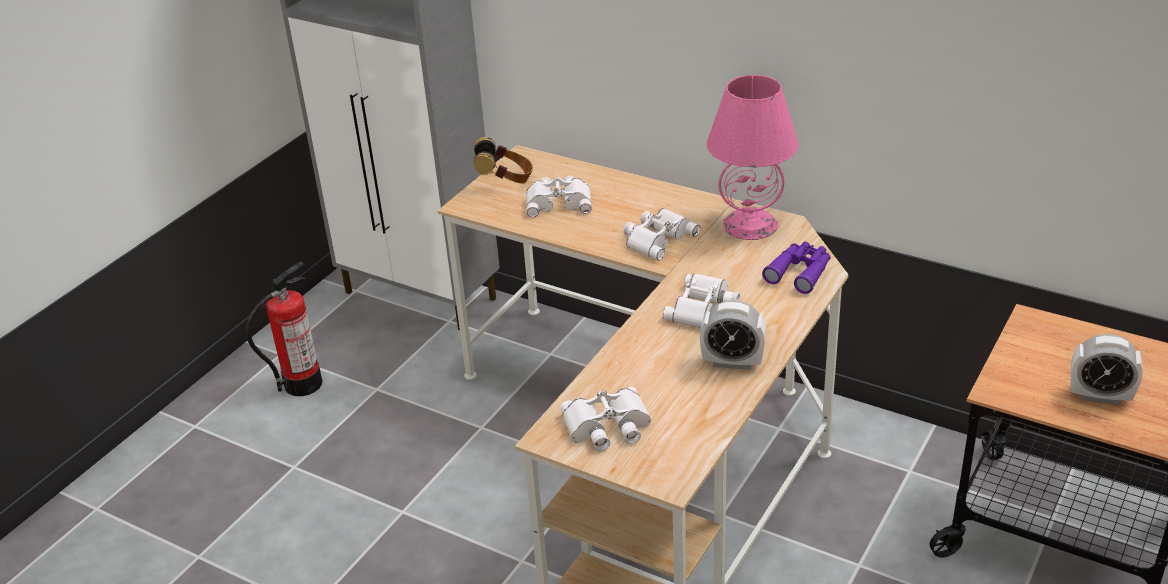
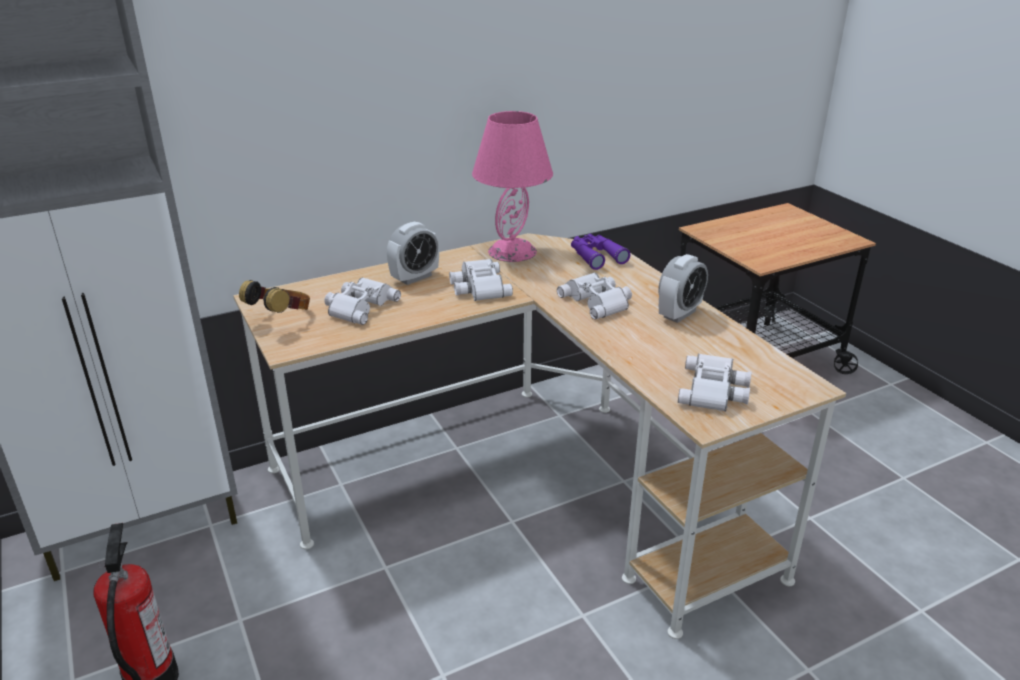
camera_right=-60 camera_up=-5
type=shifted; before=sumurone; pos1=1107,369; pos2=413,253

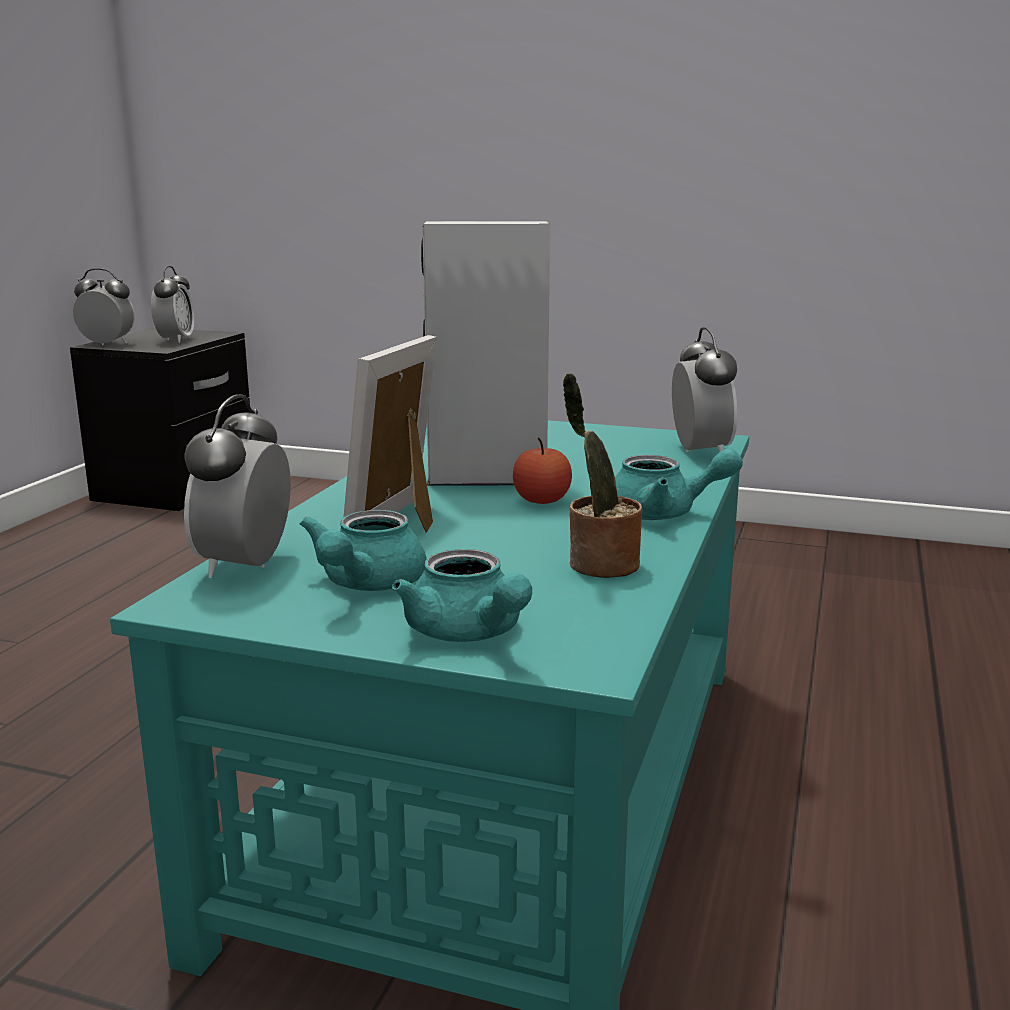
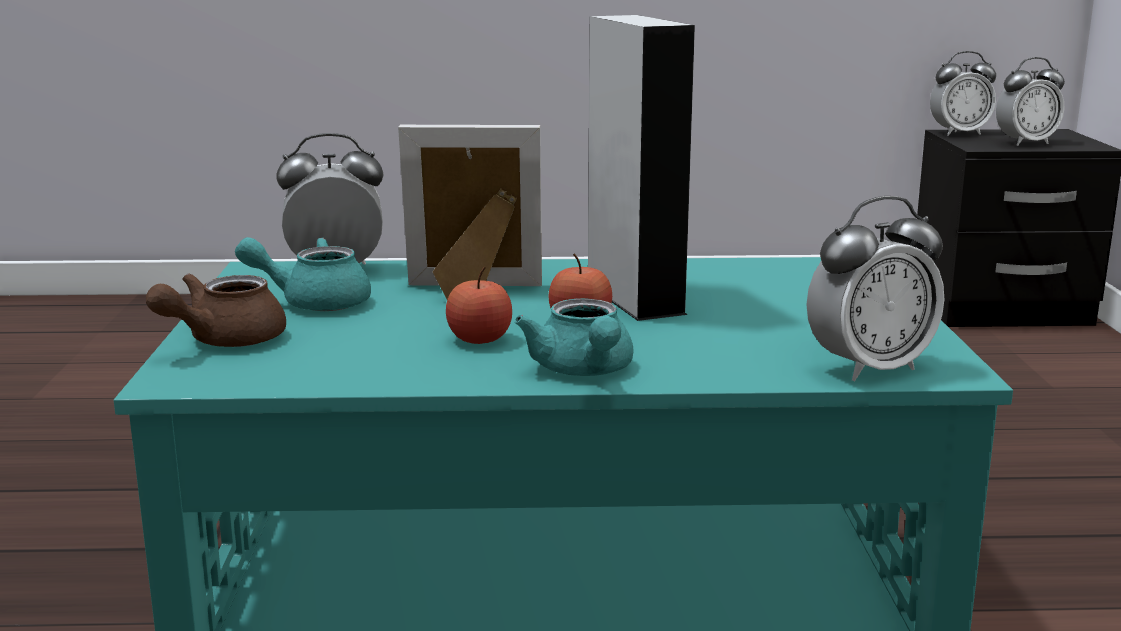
camera_right=70 camera_up=0
type=gone; before=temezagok; pos1=602,475
type=new; after=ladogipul; pos2=479,305
type=repainted; before=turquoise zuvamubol; after=brown zuvamubol; pos1=462,595; pos2=216,310
type=rotated; before=sumurone; pos1=104,307; pos2=963,93; turn=90

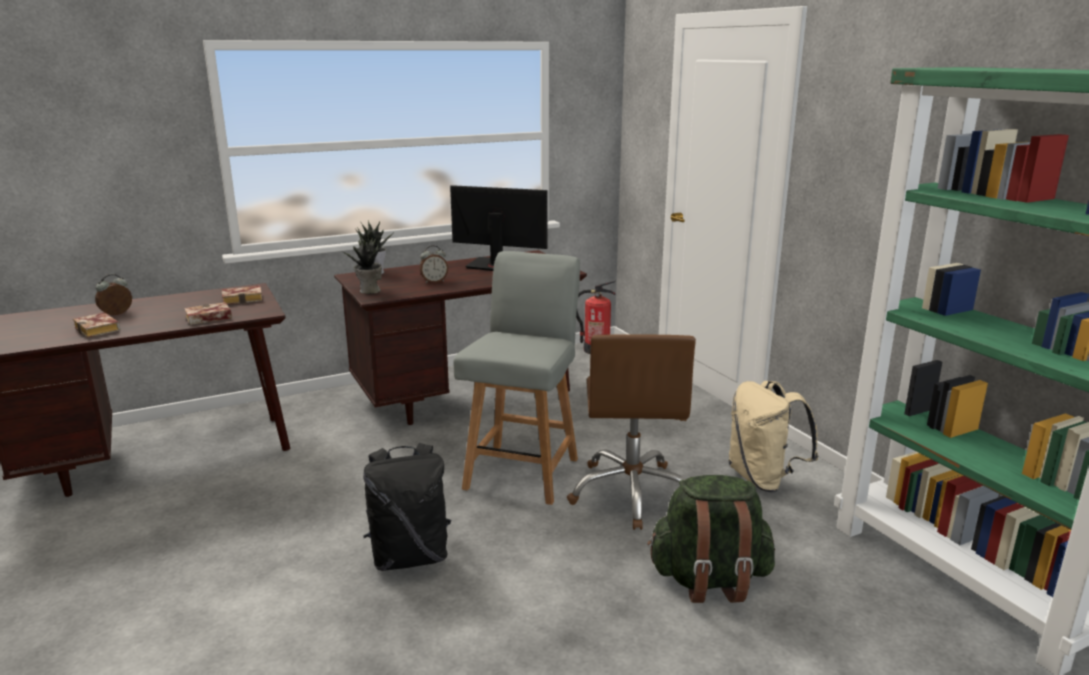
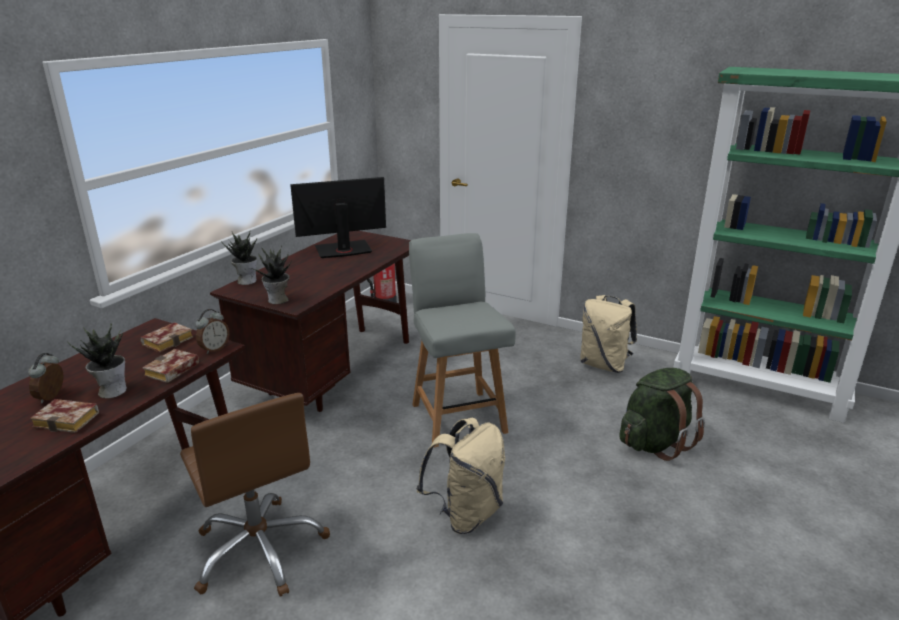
camera_right=-35 camera_up=5
type=new; after=temezagok; pos2=97,361
type=shifted; before=sumurone; pos1=433,264; pos2=212,331
type=shifted; before=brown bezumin; pos1=631,432; pos2=255,495
type=repainted; before=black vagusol; after=beige vagusol; pos1=407,507; pos2=460,475

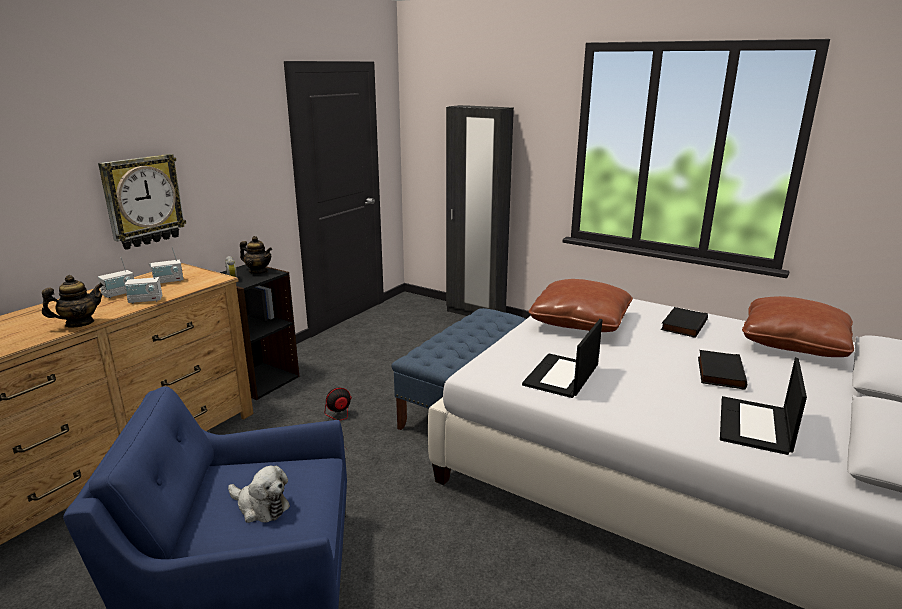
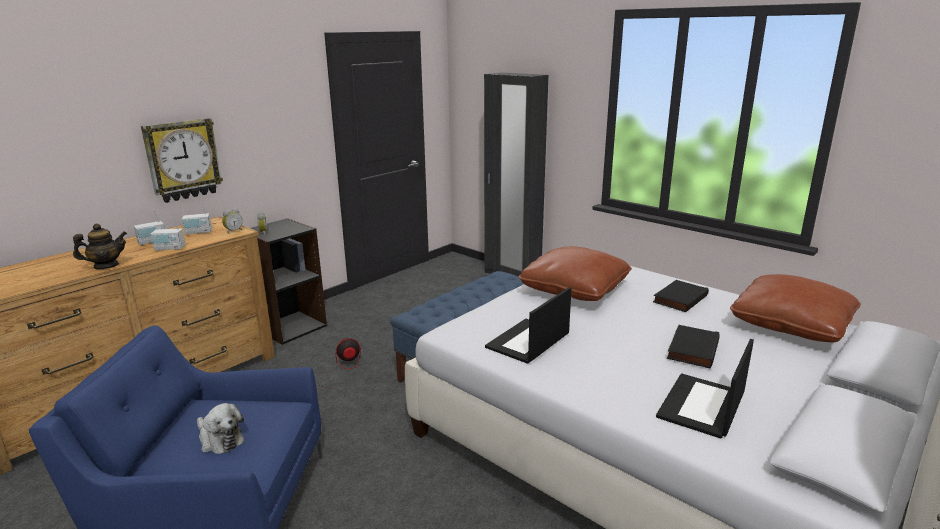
camera_right=10 camera_up=0
type=gone; before=zuvamubol; pos1=256,255
type=new; after=sumurone; pos2=232,221

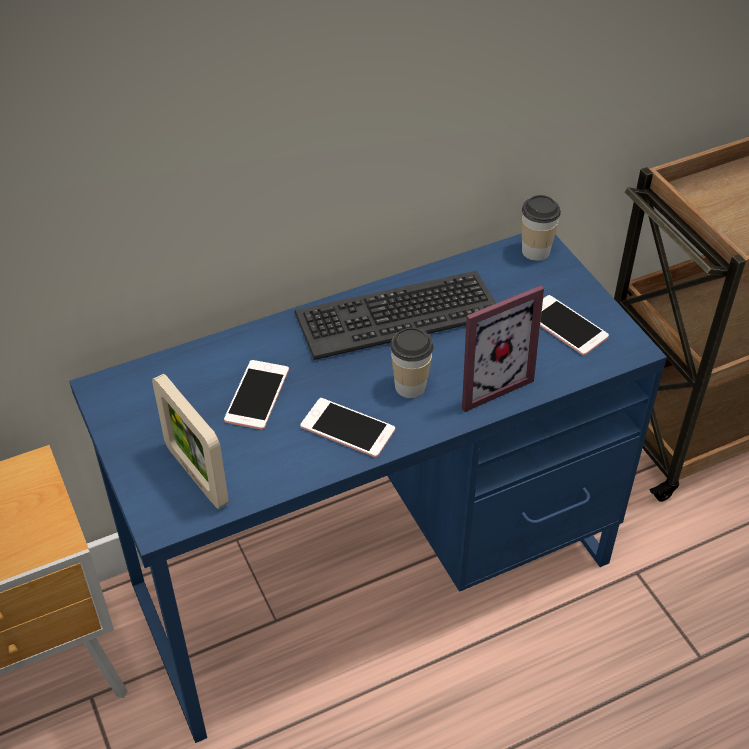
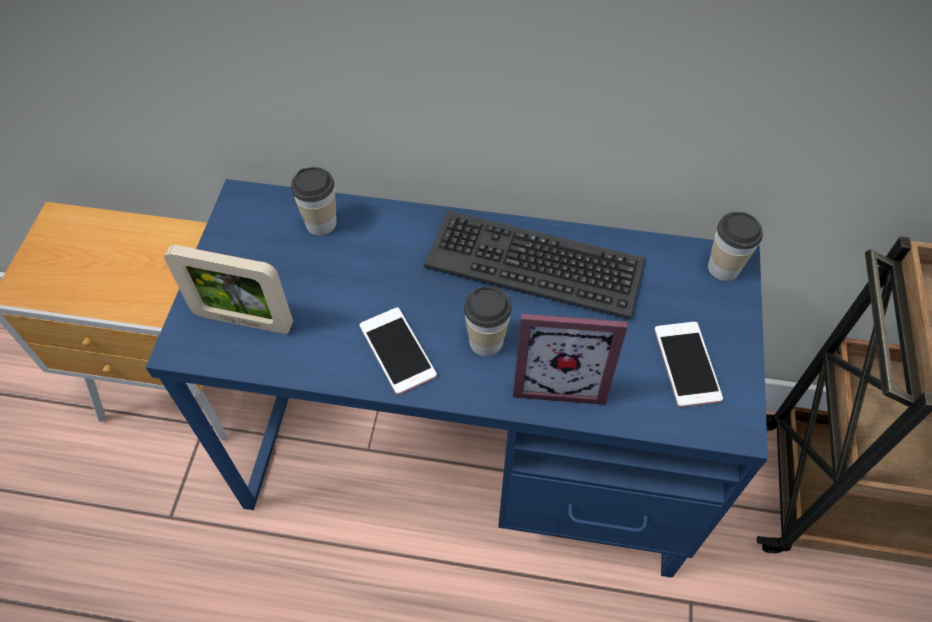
camera_right=35 camera_up=10
type=gone; before=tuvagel; pos1=256,395
type=new; after=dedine; pos2=314,201
type=rotated; before=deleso; pos1=190,441; pos2=228,289; turn=-75

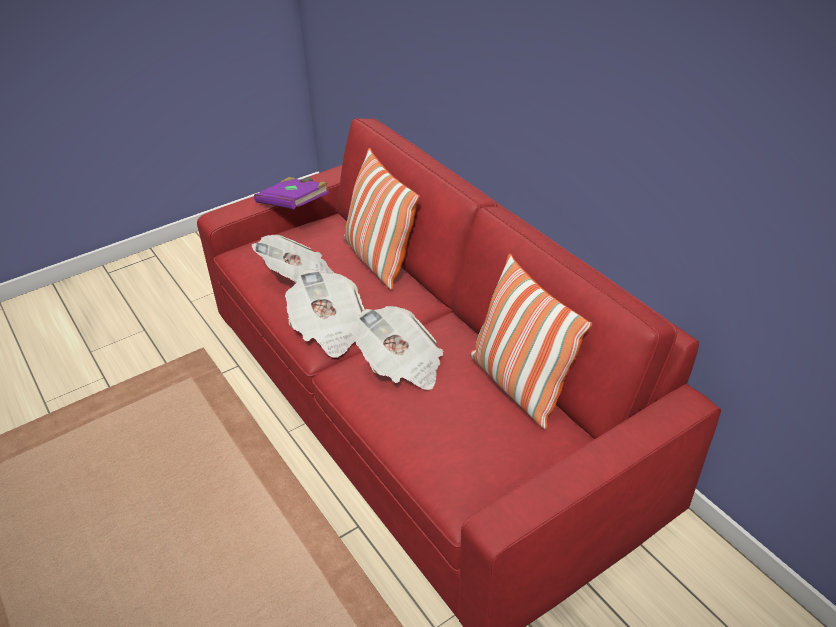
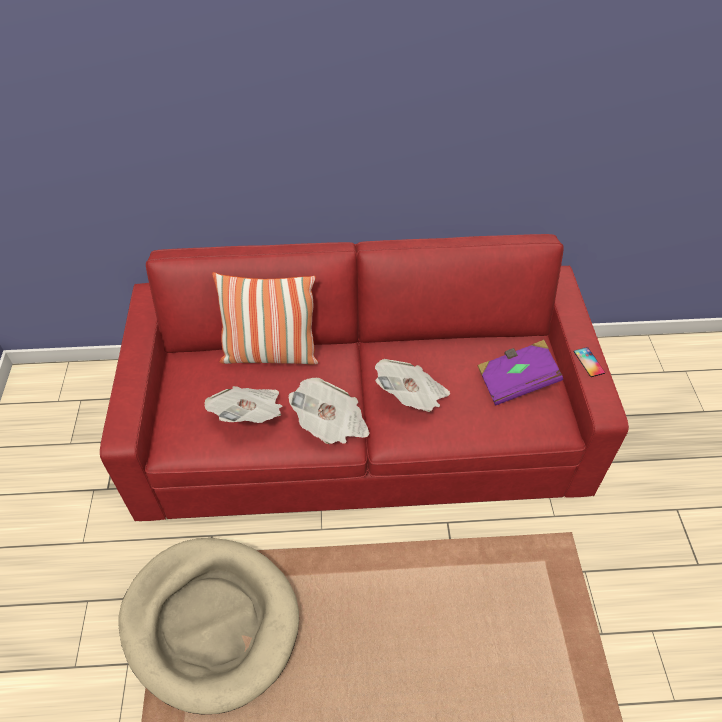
camera_right=-60 camera_up=10
type=gone; before=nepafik; pos1=531,341
type=new; after=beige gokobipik; pos2=209,626
type=new; after=tuvagel; pos2=589,362
type=shifted; before=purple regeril; pos1=291,193; pos2=520,373

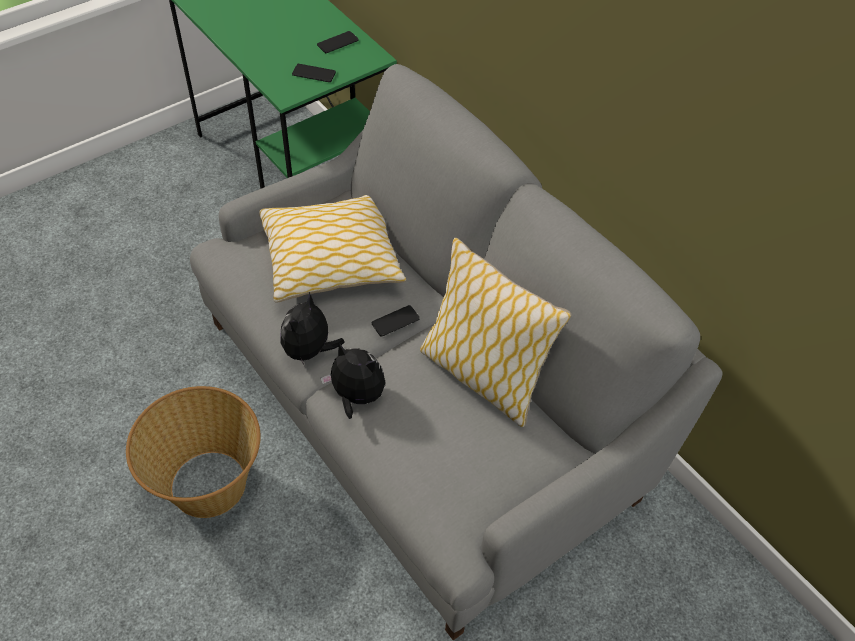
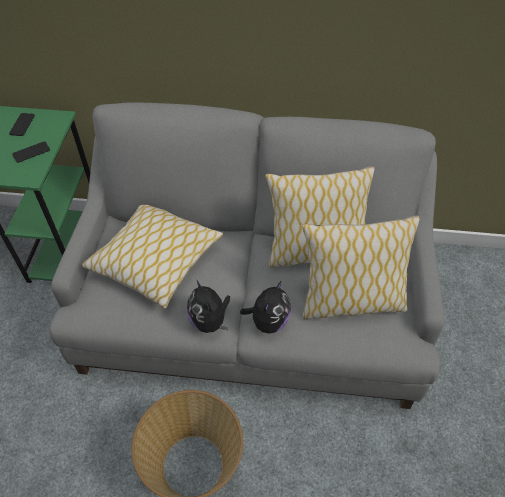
camera_right=-45 camera_up=0
type=gone; before=tuvagel; pos1=396,320
type=new; after=nepafik; pos2=361,267
type=rotated; before=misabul; pos1=353,381; pos2=265,307; turn=135

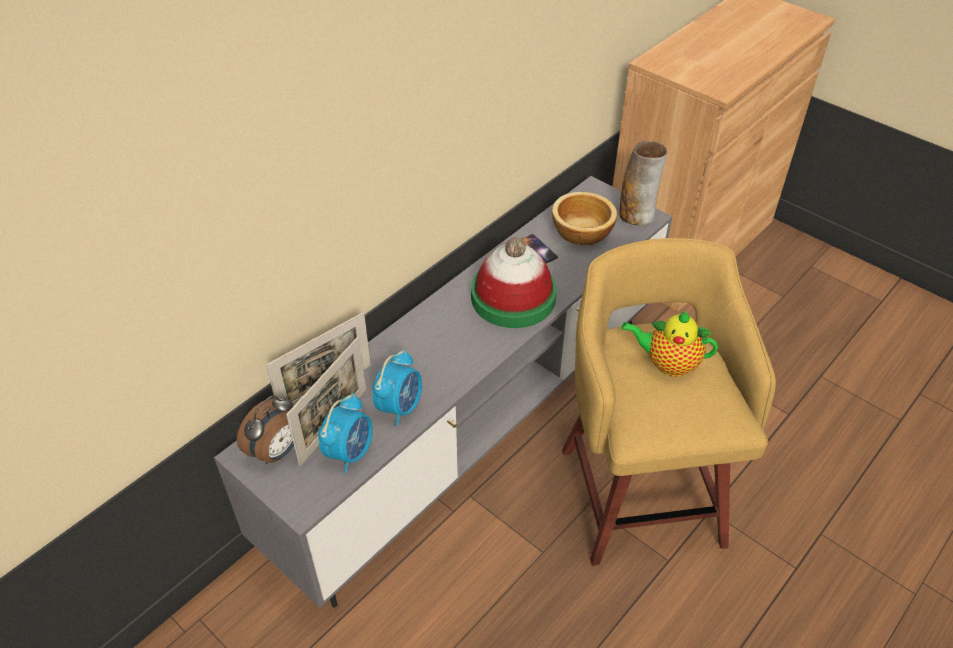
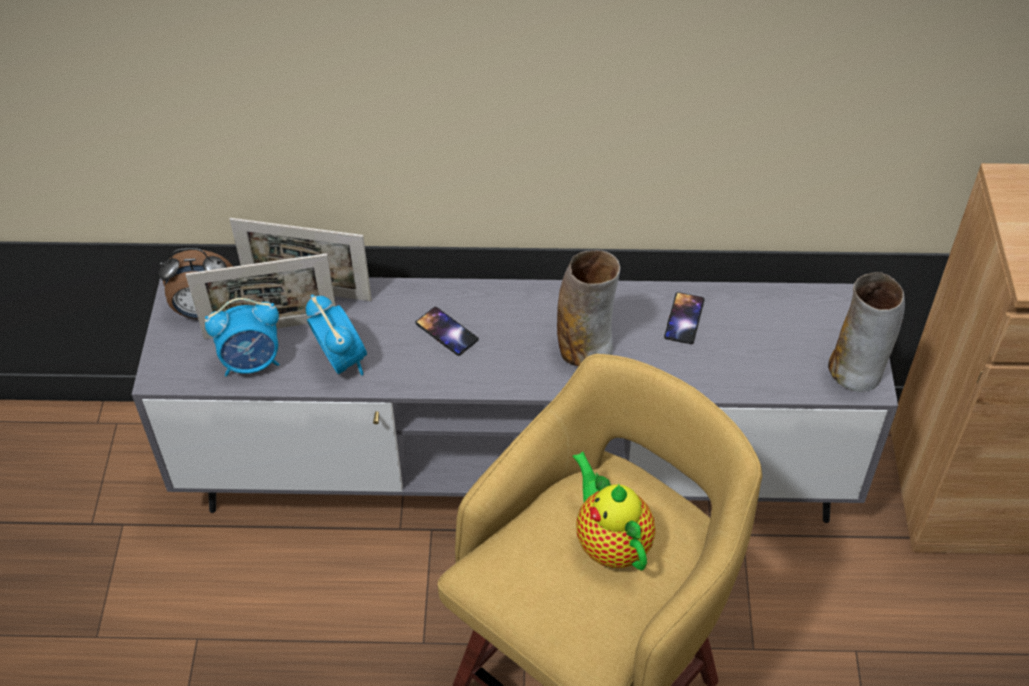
camera_right=50 camera_up=5
type=gone; before=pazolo; pos1=584,219
type=new; after=tuvagel; pos2=447,331
type=swapped; before=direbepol; after=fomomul; pos1=513,283; pos2=588,308
type=rotated; before=sumurone; pos1=397,387; pos2=336,334; turn=-105

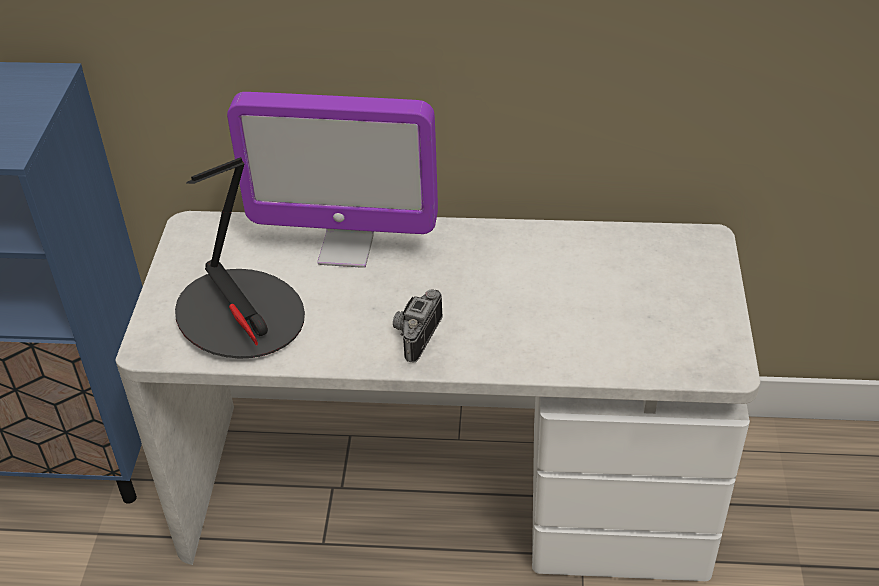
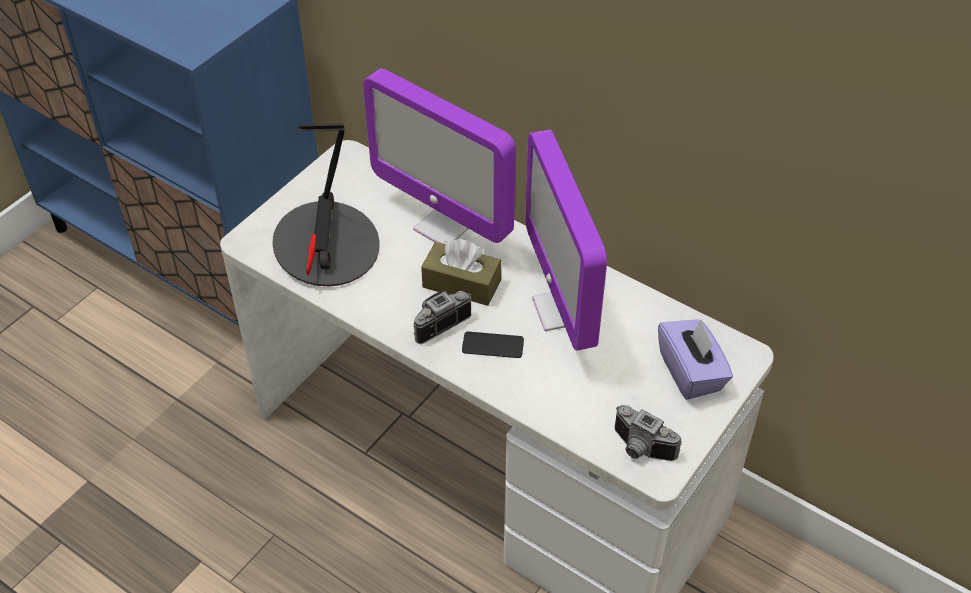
camera_right=30 camera_up=5
type=new; after=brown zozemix; pos2=461,272
type=new; after=tuvagel; pos2=493,345
type=new; after=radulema; pos2=566,240
type=new; after=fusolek; pos2=648,433
type=new; after=purple zozemix; pos2=695,359

